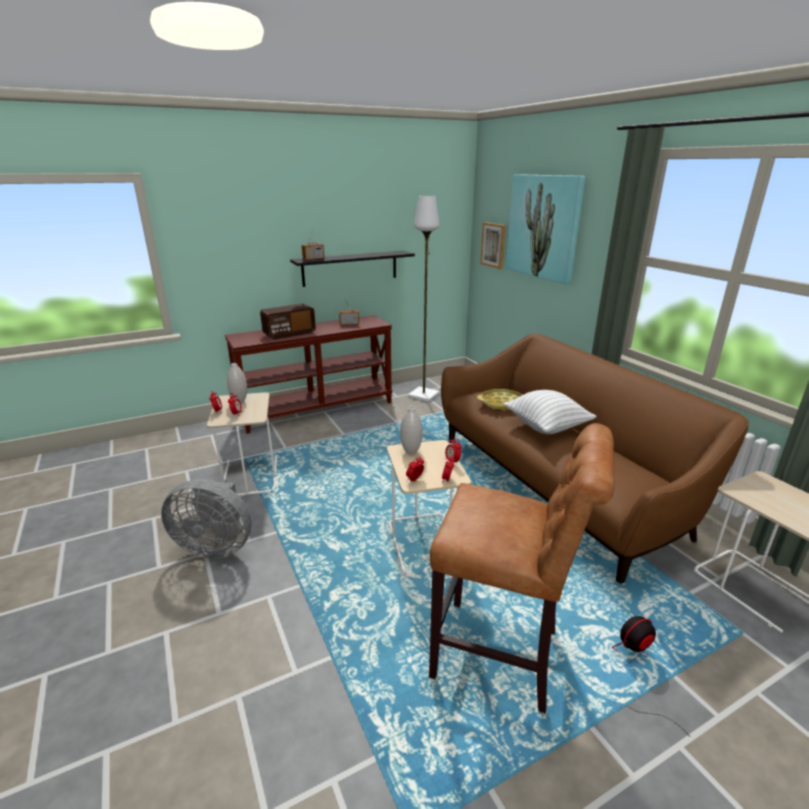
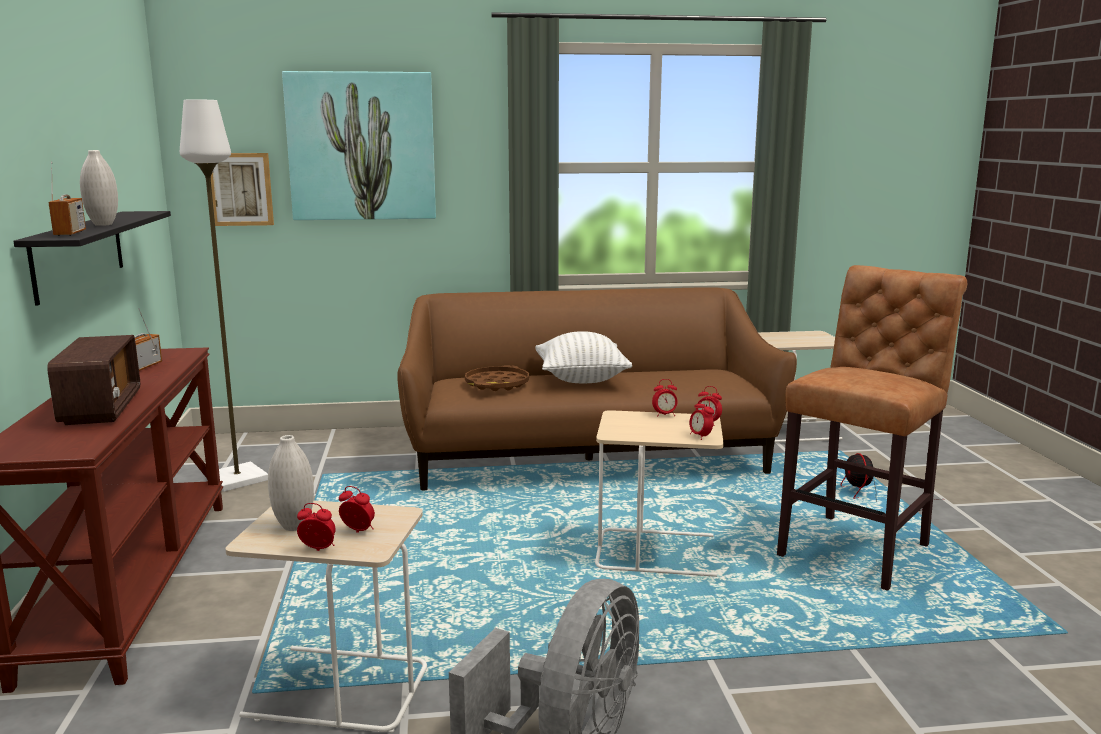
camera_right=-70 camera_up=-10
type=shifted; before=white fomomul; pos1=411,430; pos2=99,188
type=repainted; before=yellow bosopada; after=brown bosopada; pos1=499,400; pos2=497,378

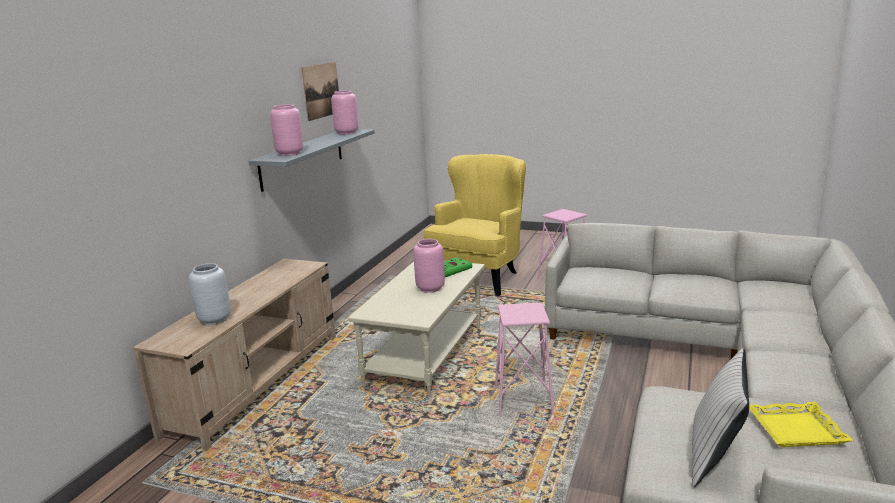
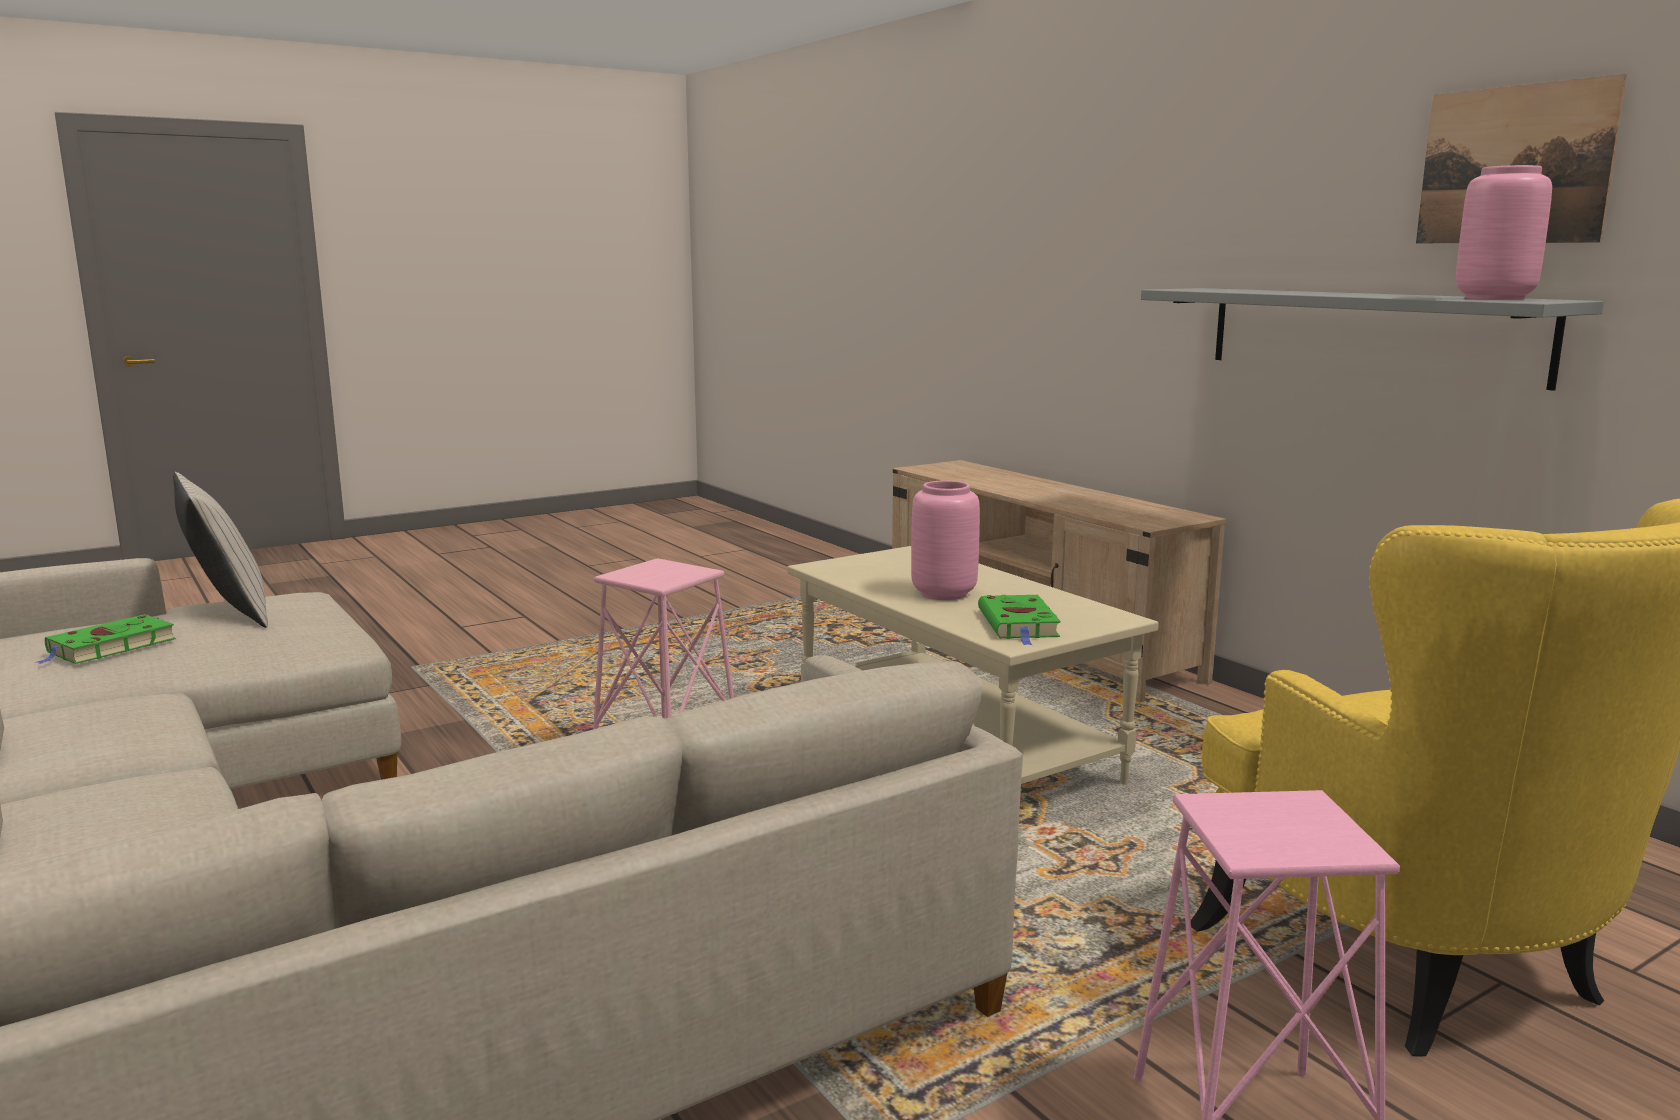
camera_right=125 camera_up=-5
type=gone; before=grey fomomul; pos1=210,294
type=gone; before=pink fomomul; pos1=286,130
type=swapped; before=yellow bosopada; after=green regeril; pos1=801,424; pos2=107,639

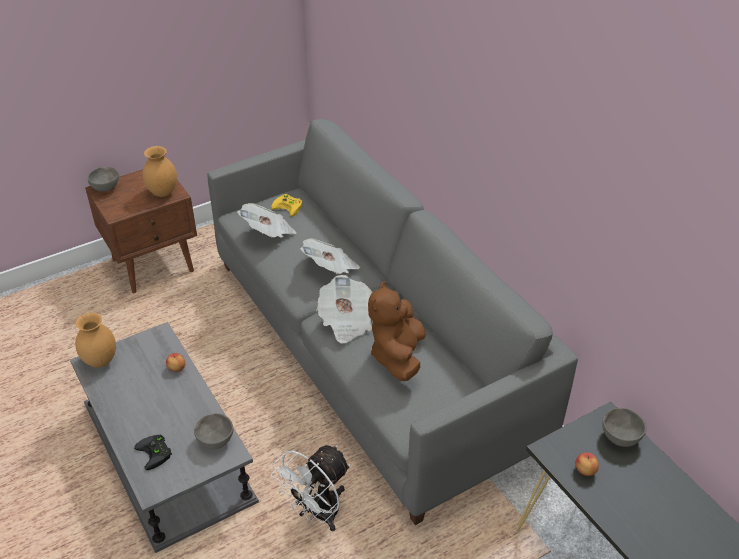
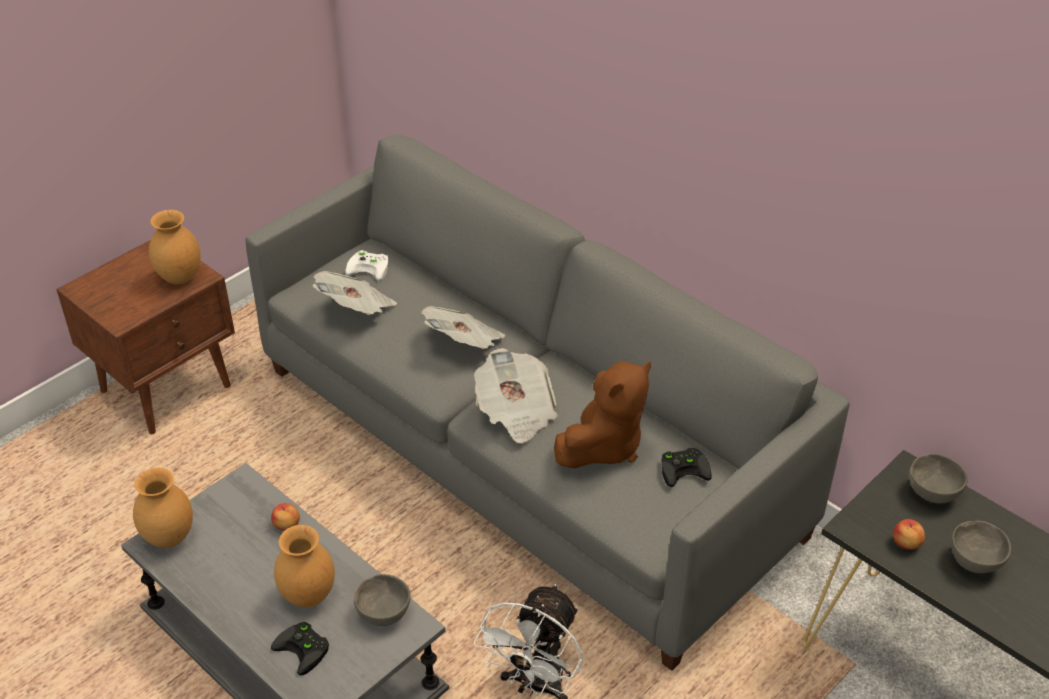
camera_right=-15 camera_up=0
type=new; after=brown fomomul; pos2=304,566
type=new; after=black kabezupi; pos2=686,467
type=shifted; before=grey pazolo; pos1=103,179; pos2=981,547
type=repainted; before=yellow kabezupi; after=white kabezupi; pos1=286,205; pos2=366,265
type=rotated; before=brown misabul; pos1=397,331; pos2=602,415; turn=-135

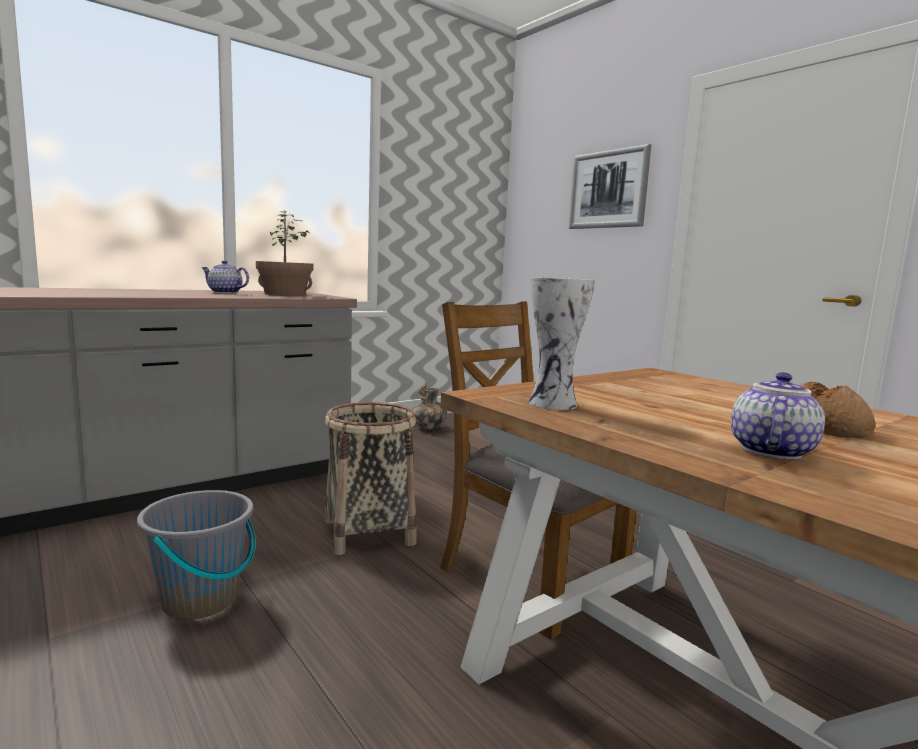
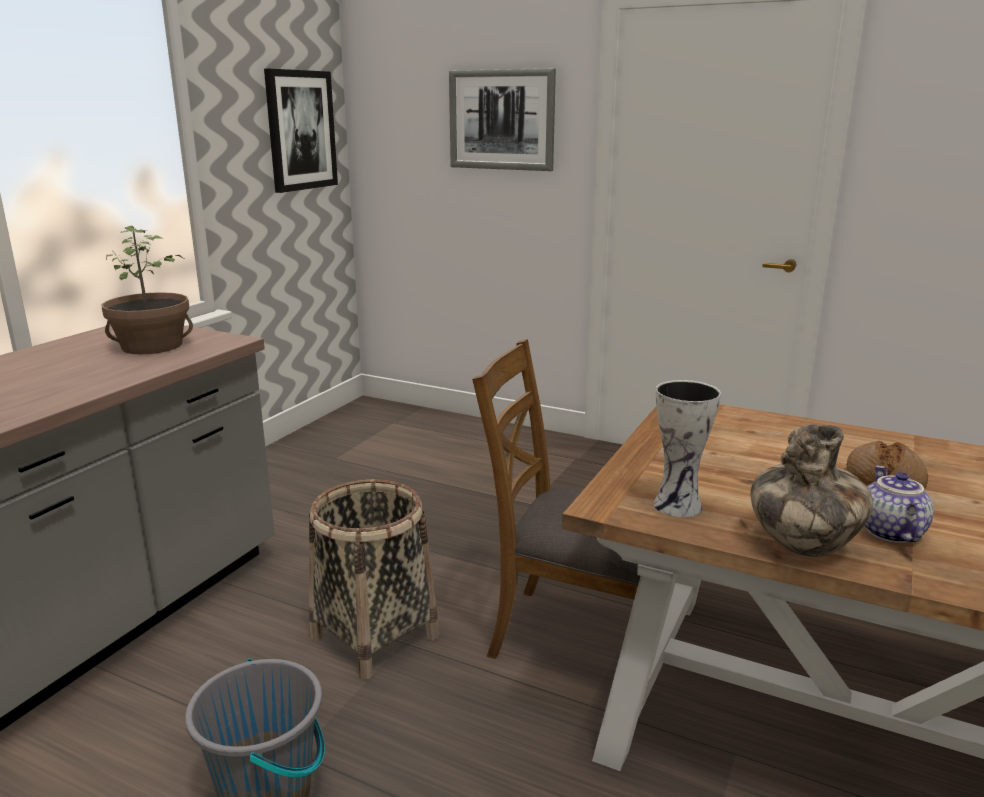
camera_right=-25 camera_up=10
type=gone; before=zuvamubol; pos1=225,276
type=new; after=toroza; pos2=301,131
type=shifted; before=fomomul; pos1=429,407; pos2=811,490

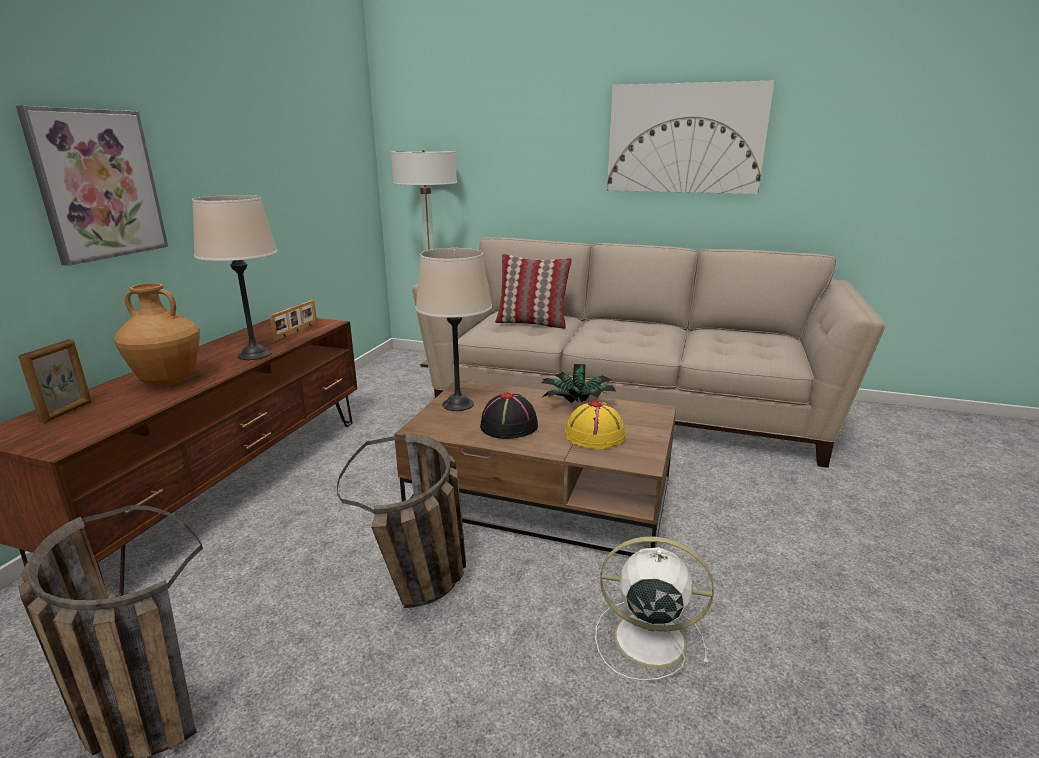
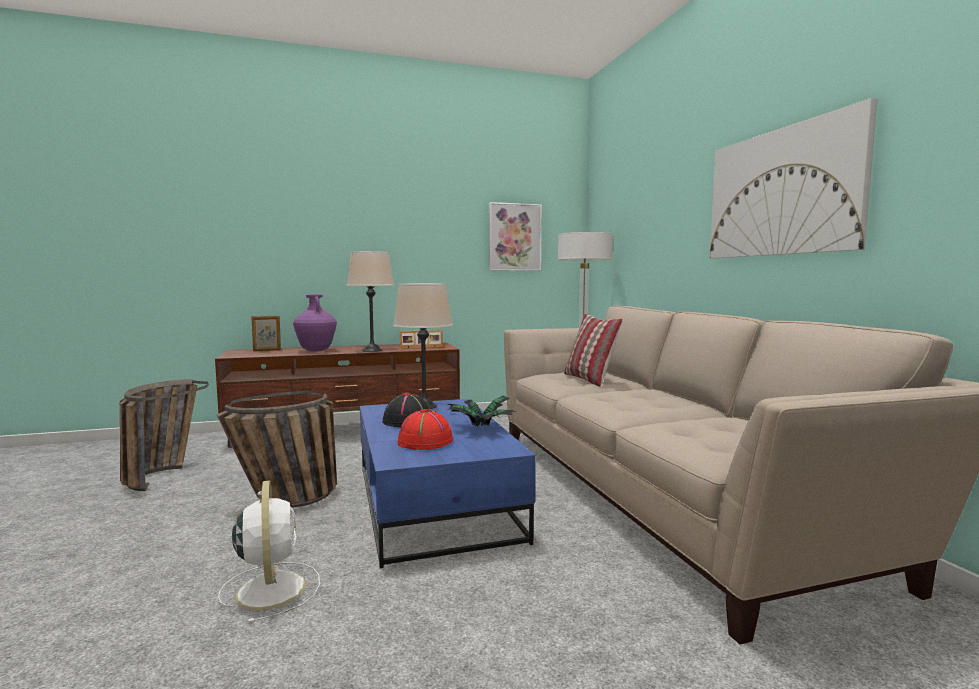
camera_right=55 camera_up=-15
type=shifted; before=toroza; pos1=92,186; pos2=515,236
type=repainted; before=brown fomomul; after=purple fomomul; pos1=157,334; pos2=315,323
type=repainted; before=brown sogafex; after=blue sogafex; pos1=535,467; pos2=447,483
type=repainted; before=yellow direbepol; after=red direbepol; pos1=595,425; pos2=425,429

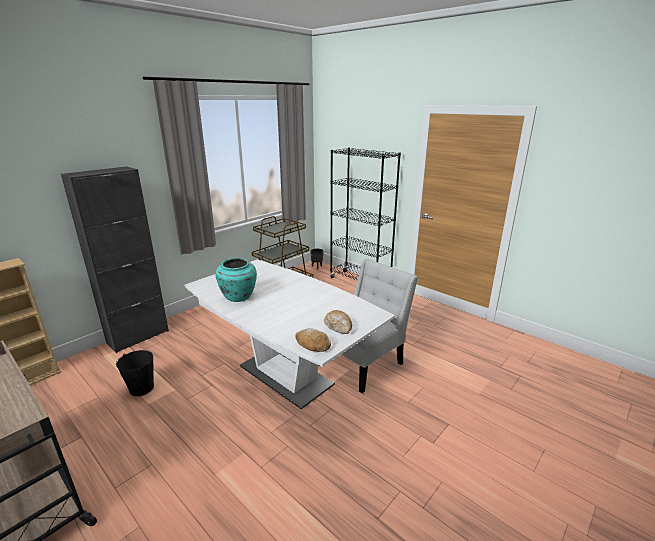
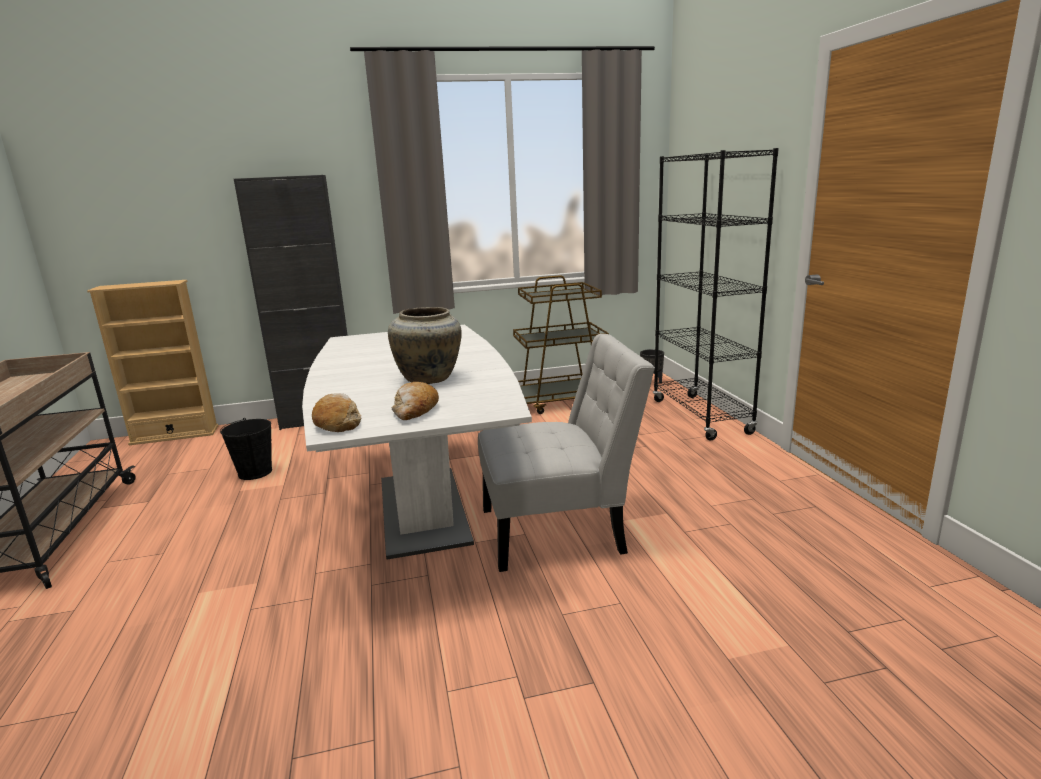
camera_right=35 camera_up=-5
type=gone; before=turquoise fomomul; pos1=236,280
type=new; after=beige fomomul; pos2=425,345

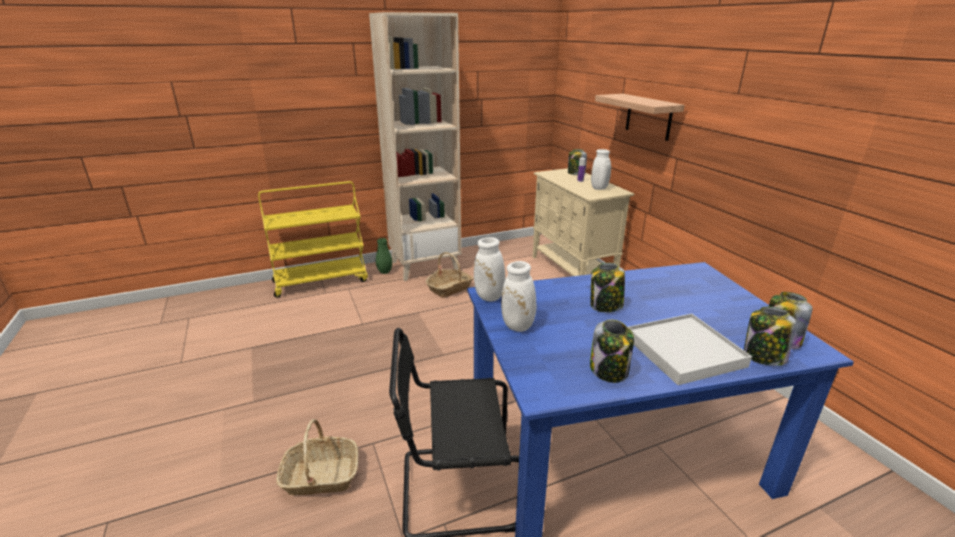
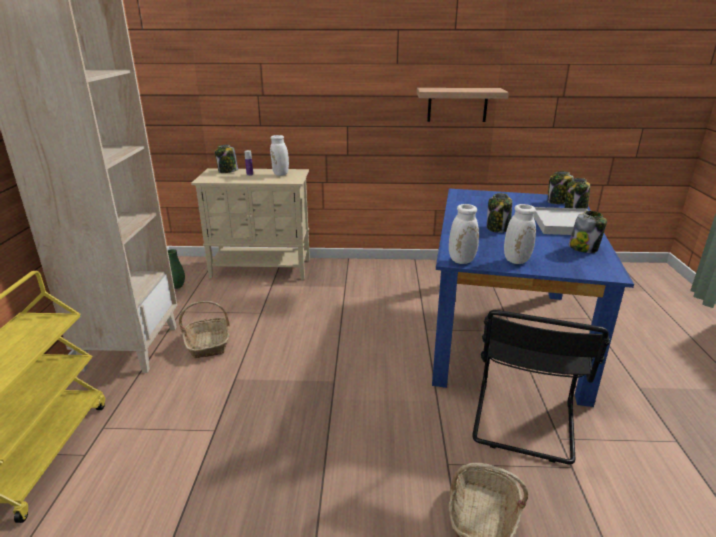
camera_right=-65 camera_up=0
type=shifted; before=green fomomul; pos1=384,256; pos2=176,269
type=shifted; before=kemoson; pos1=640,117; pos2=463,105

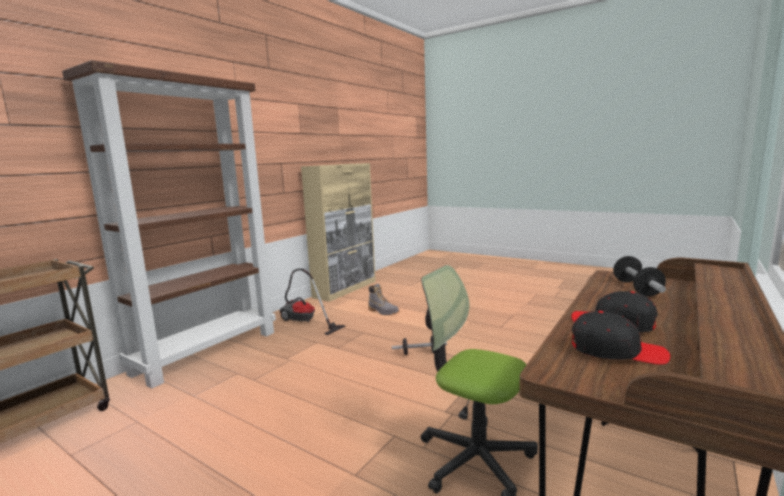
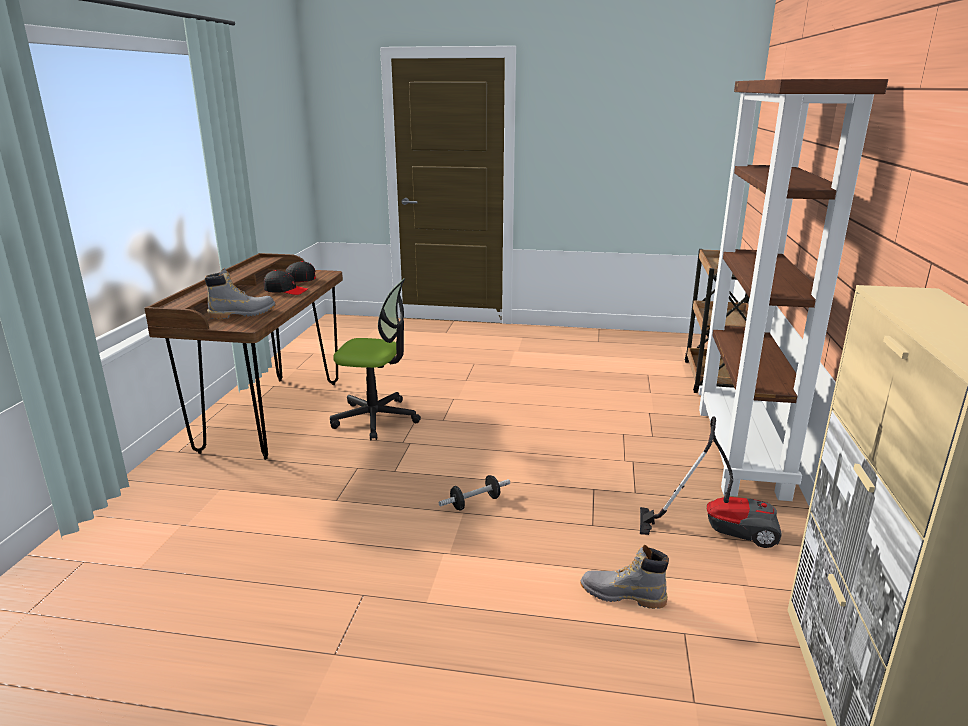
camera_right=155 camera_up=10
type=swapped; before=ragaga; after=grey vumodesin; pos1=639,276; pos2=240,293

